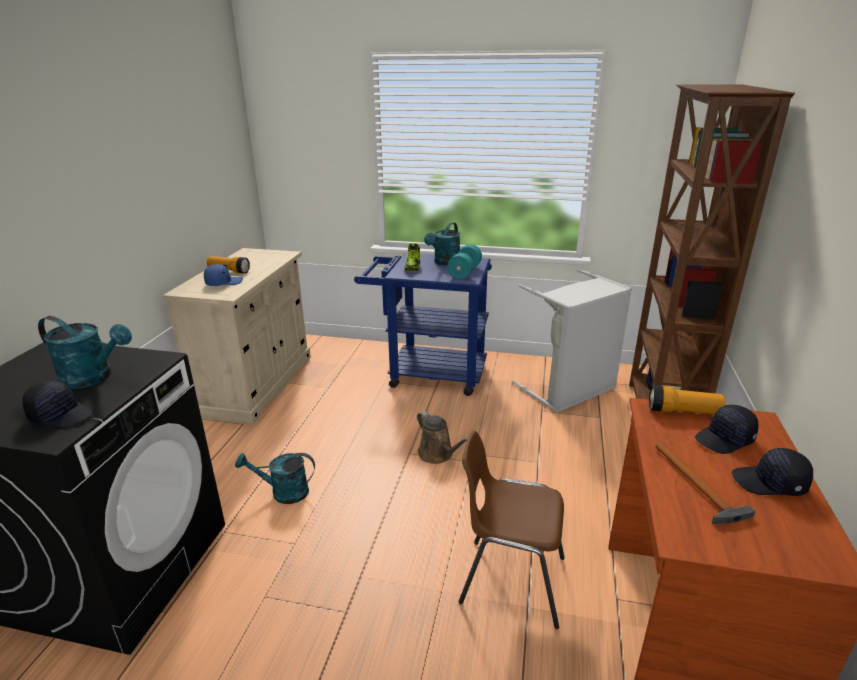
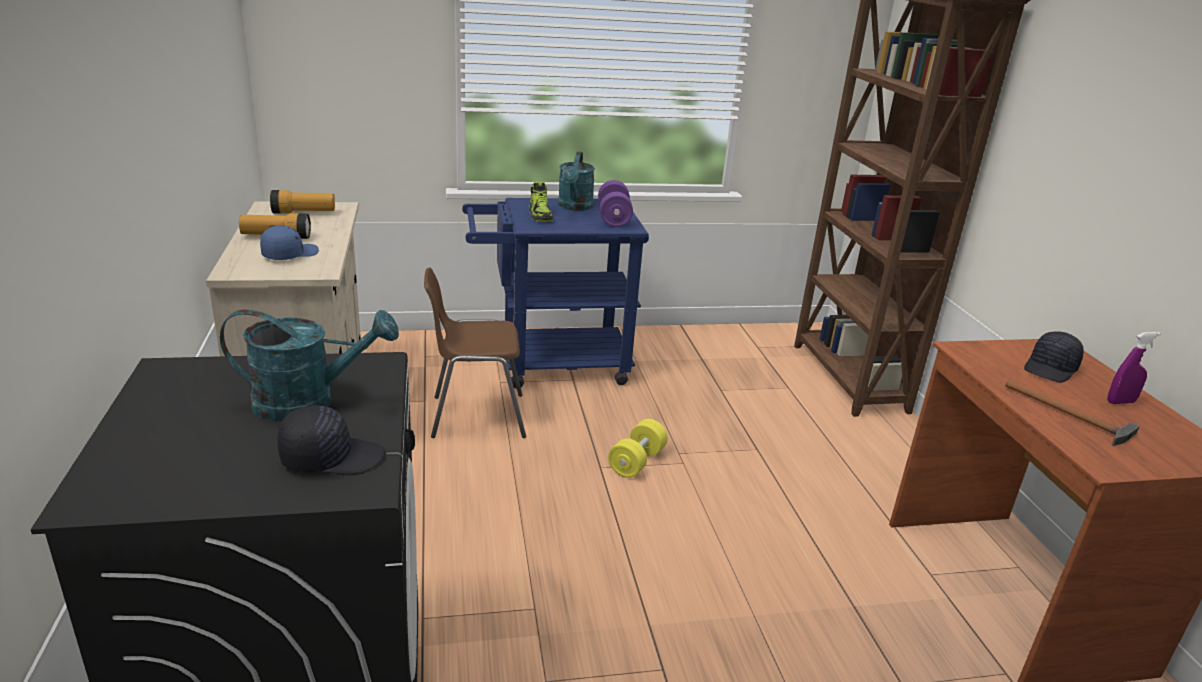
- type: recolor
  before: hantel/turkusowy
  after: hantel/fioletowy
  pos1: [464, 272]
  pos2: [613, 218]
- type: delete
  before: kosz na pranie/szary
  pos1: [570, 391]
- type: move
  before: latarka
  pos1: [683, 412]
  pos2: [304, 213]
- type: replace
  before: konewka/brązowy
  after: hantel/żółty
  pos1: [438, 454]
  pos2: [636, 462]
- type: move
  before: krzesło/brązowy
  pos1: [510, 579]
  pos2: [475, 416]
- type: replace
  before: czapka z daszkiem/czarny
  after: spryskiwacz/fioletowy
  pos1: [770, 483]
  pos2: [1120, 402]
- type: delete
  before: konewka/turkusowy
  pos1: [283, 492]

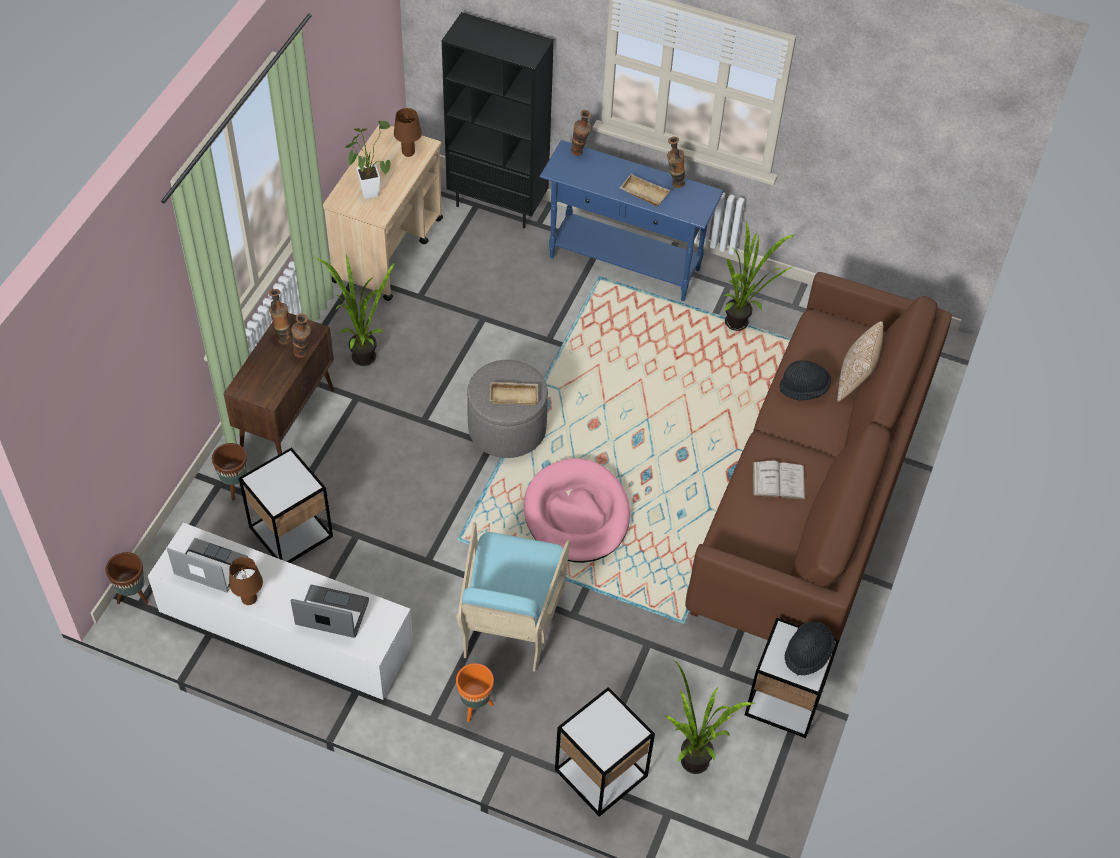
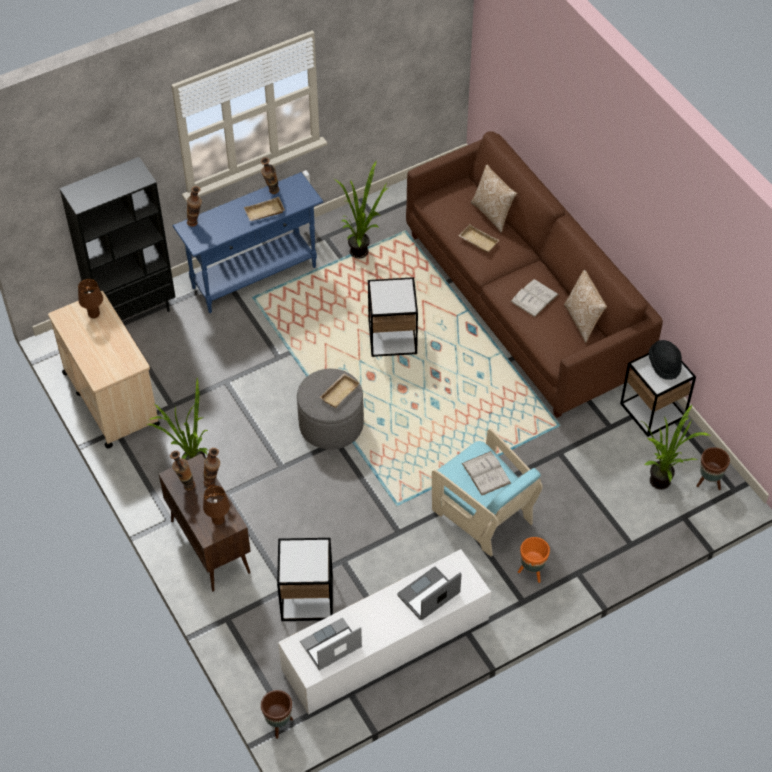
- type: delete
  before: roślina doniczkowa
  pos1: [369, 190]
- type: replace
  before: kapelusz/czarny
  after: taca/beżowy
  pos1: [804, 388]
  pos2: [477, 241]
- type: move
  before: donica/brązowy
  pos1: [235, 487]
  pos2: [708, 483]
- type: delete
  before: legowisko/różowy
  pos1: [576, 514]
- type: move
  before: lampa stołowa/brązowy
  pos1: [249, 599]
  pos2: [218, 520]
- type: move
  before: stolik
  pos1: [601, 773]
  pos2: [392, 338]
- type: insert
  after: poduszka
  pos2: [583, 321]
- type: insert
  after: książka/biały
  pos2: [486, 473]

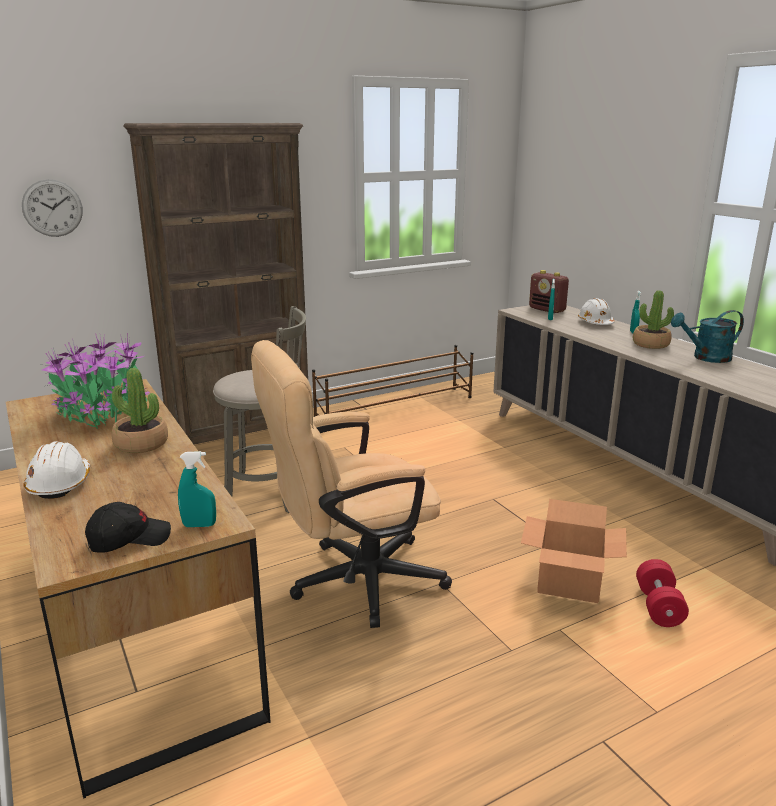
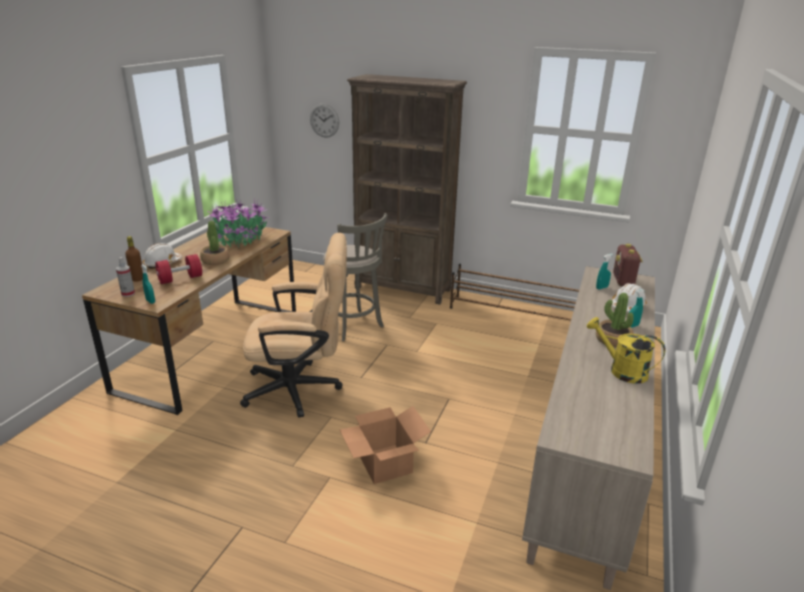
- type: recolor
  before: konewka/turkusowy
  after: konewka/żółty
  pos1: [706, 358]
  pos2: [621, 370]
- type: rotate
  before: krzesło biurowe/beżowy
  pos1: [353, 582]
  pos2: [301, 389]
  turn: 150
- type: replace
  before: czapka z daszkiem/czarny
  after: spryskiwacz
  pos1: [129, 539]
  pos2: [128, 294]
- type: move
  before: hantel/czerwony
  pos1: [658, 606]
  pos2: [180, 279]
- type: insert
  after: butelka/brązowy
  pos2: [137, 279]

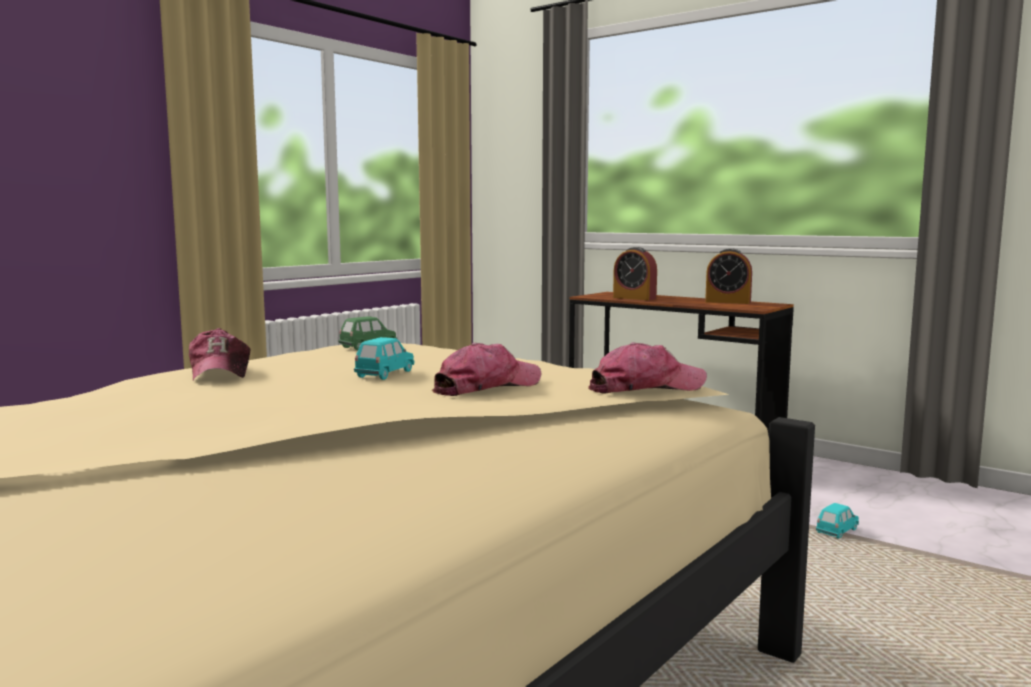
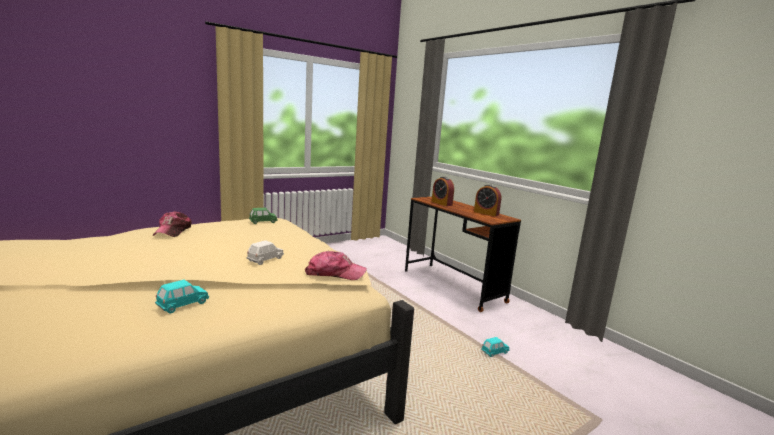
- type: move
  before: samochodzik/turkusowy
  pos1: [385, 374]
  pos2: [183, 305]
- type: replace
  before: czapka z daszkiem
  after: samochodzik/biały
  pos1: [487, 386]
  pos2: [265, 260]

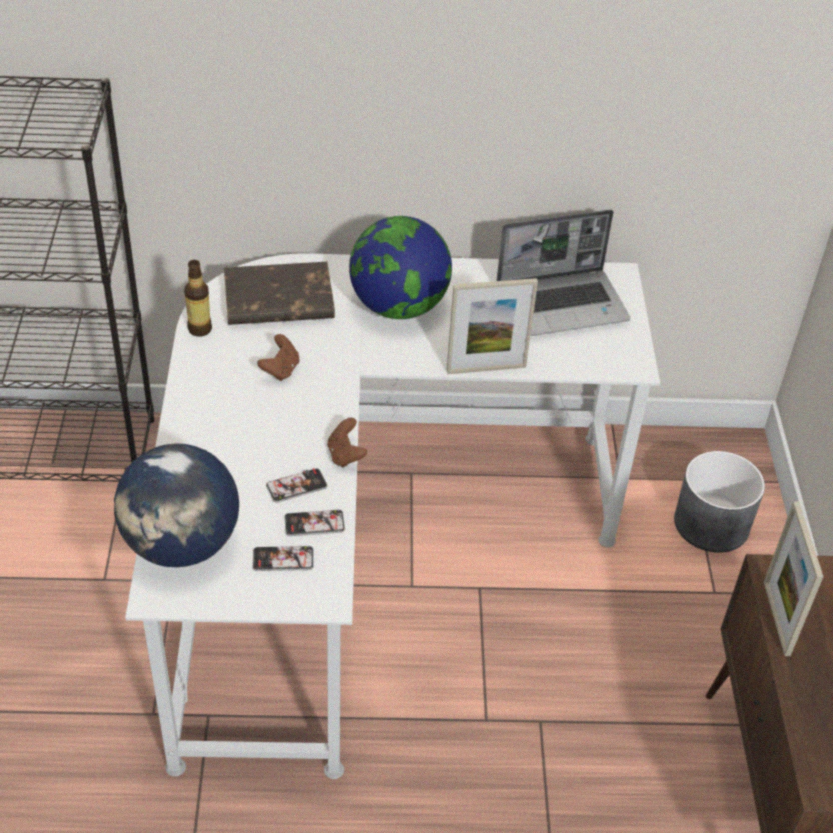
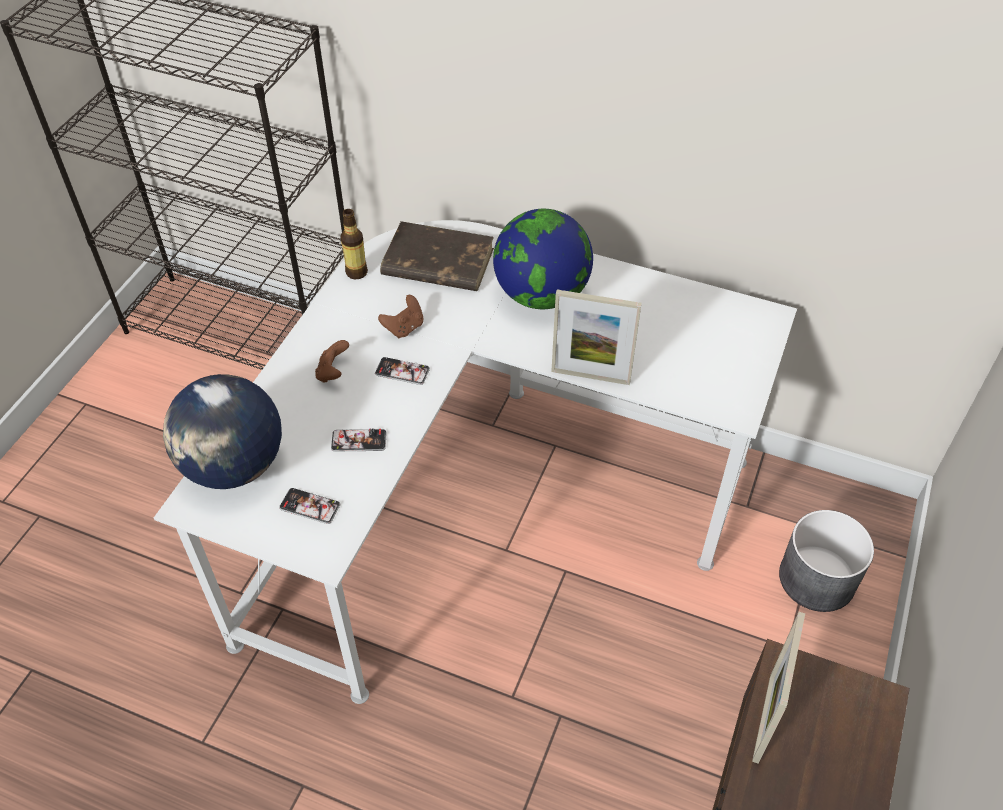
- type: delete
  before: laptop
  pos1: [562, 304]
- type: move
  before: pad do gier/brązowy
  pos1: [345, 455]
  pos2: [333, 372]
- type: move
  before: telefon
  pos1: [314, 524]
  pos2: [402, 371]

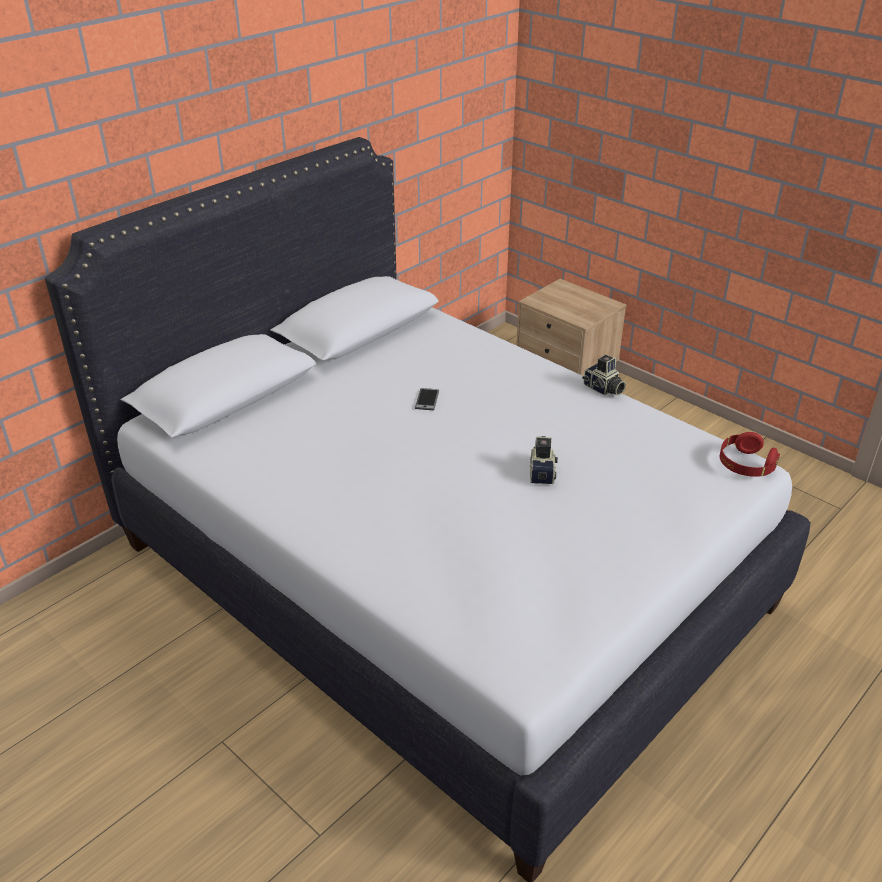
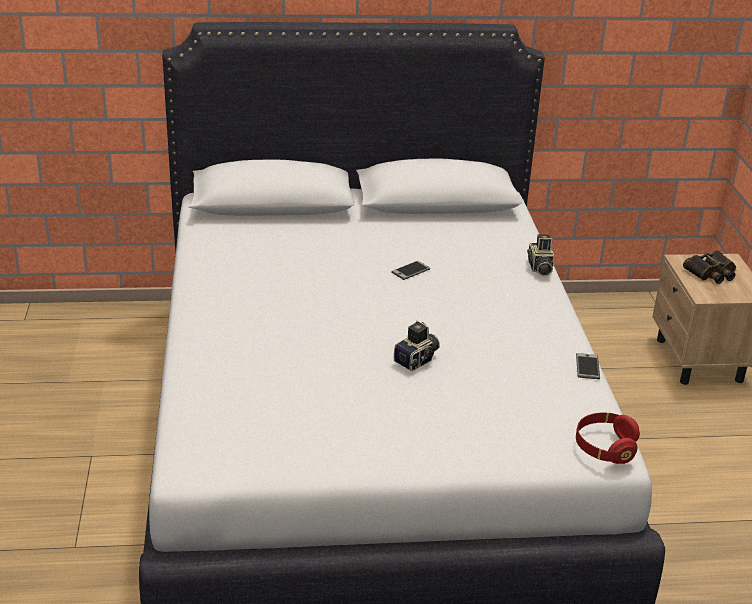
- type: move
  before: aparat fotograficzny
  pos1: [603, 389]
  pos2: [539, 268]
- type: insert
  after: lornetka
  pos2: [711, 273]
- type: insert
  after: telefon
  pos2: [587, 367]

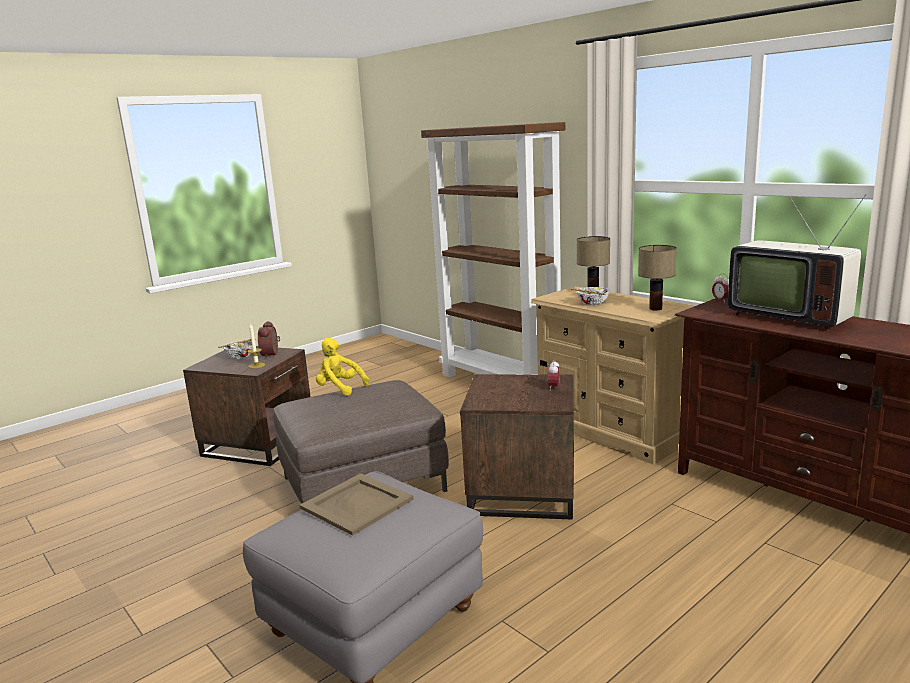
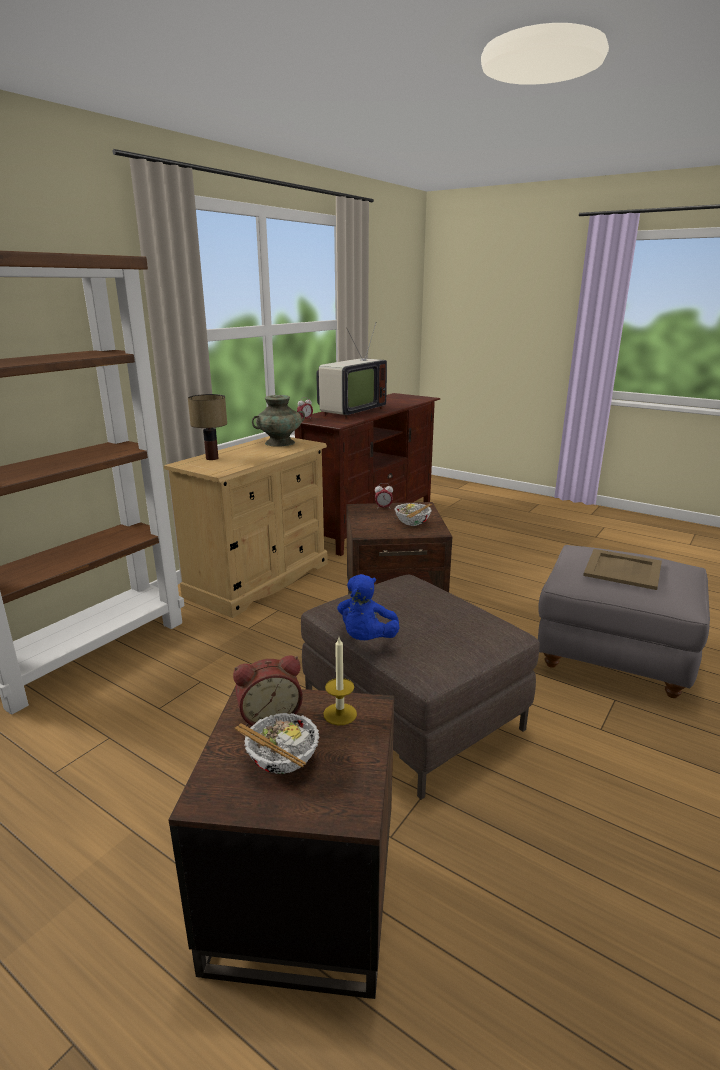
- type: replace
  before: lampa stołowa
  after: wazon/turkusowy
  pos1: [656, 308]
  pos2: [280, 443]
- type: move
  before: miska
  pos1: [592, 304]
  pos2: [412, 523]
- type: recolor
  before: pluszak/żółty
  after: pluszak/niebieski
  pos1: [339, 388]
  pos2: [367, 639]

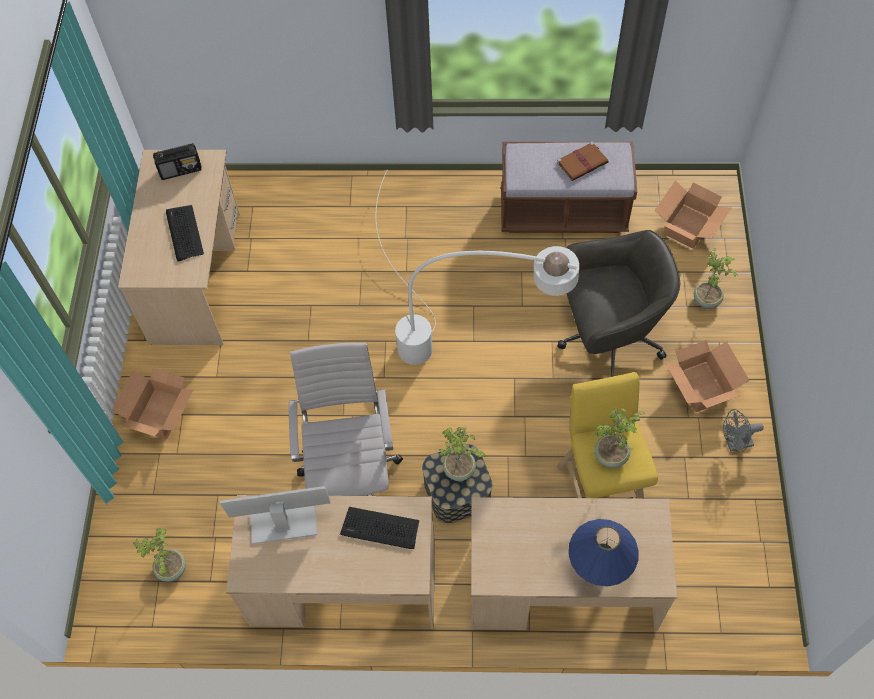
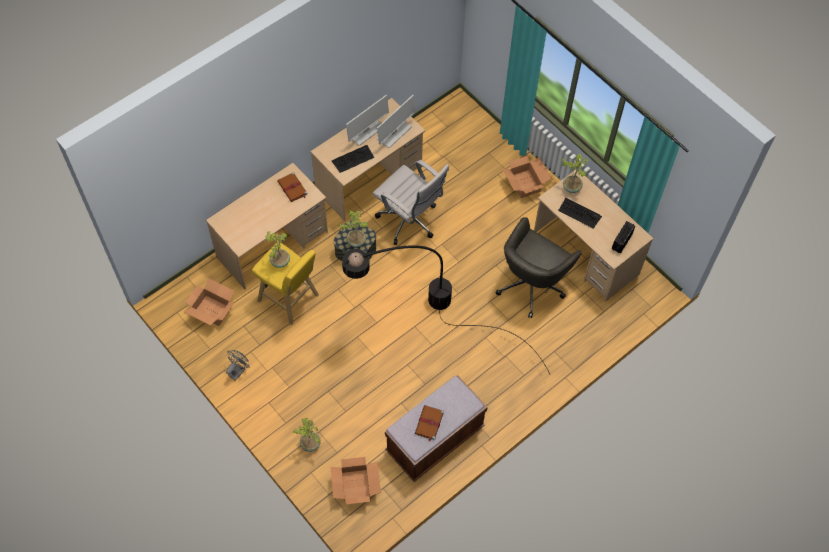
- type: recolor
  before: lampa stojąca/biały
  after: lampa stojąca/czarny
  pos1: [461, 342]
  pos2: [420, 320]
- type: move
  before: krzesło biurowe/szary
  pos1: [608, 338]
  pos2: [531, 284]
- type: move
  before: karton
  pos1: [701, 387]
  pos2: [212, 310]
- type: delete
  before: lampa stołowa/niebieski
  pos1: [597, 569]
- type: move
  before: roślina doniczkowa
  pos1: [171, 569]
  pos2: [572, 187]
- type: insert
  after: monitor
  pos2: [366, 132]
- type: insert
  after: książka/brązowy
  pos2: [293, 188]

